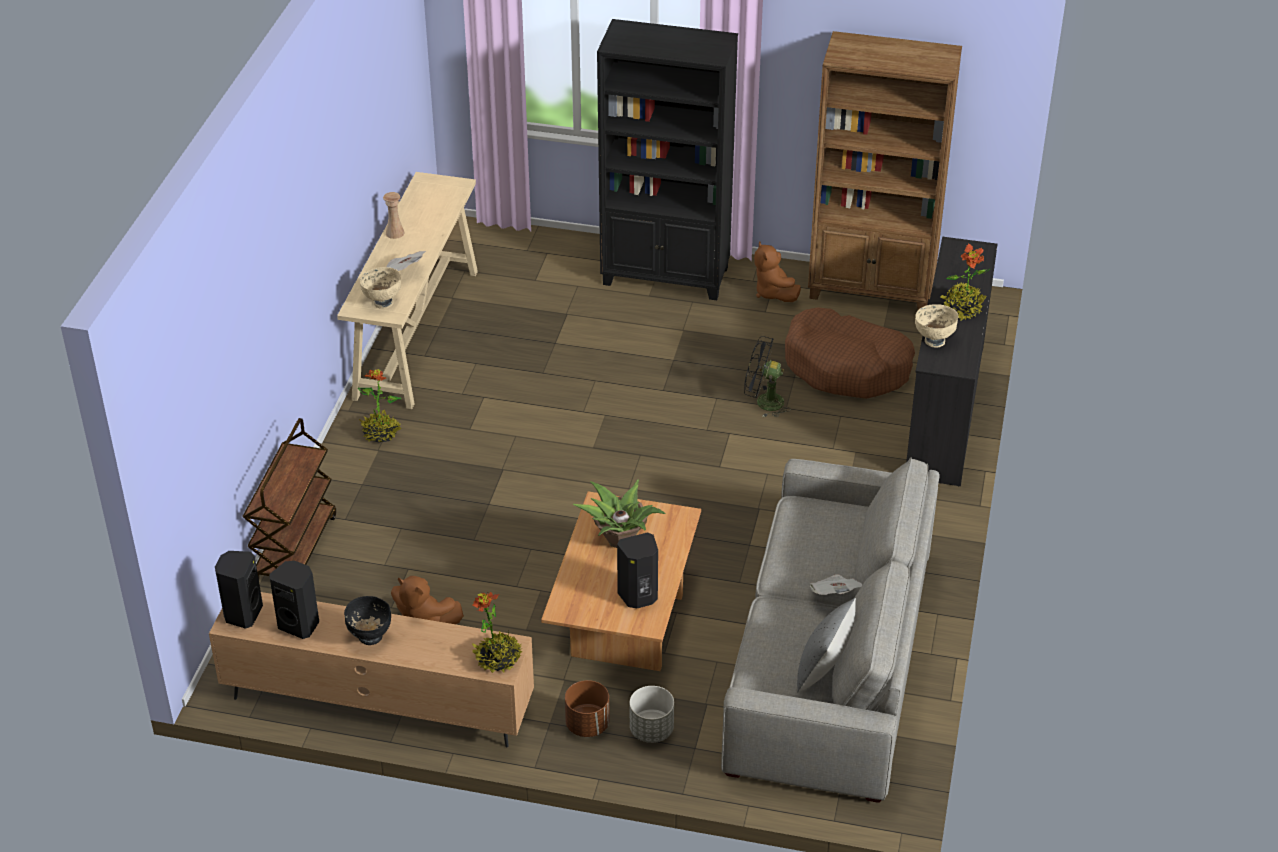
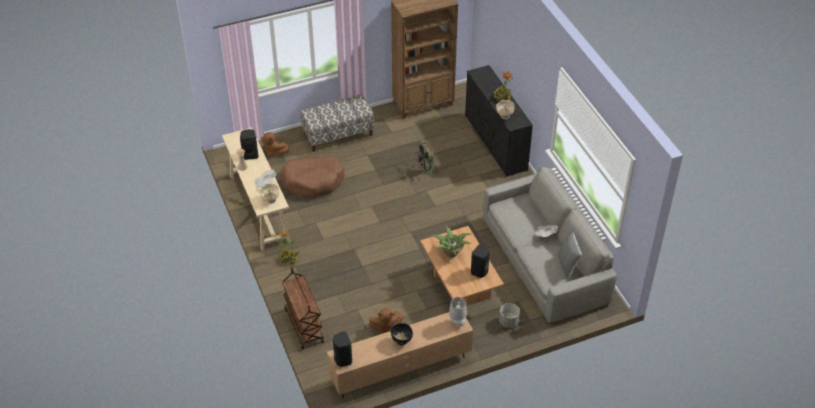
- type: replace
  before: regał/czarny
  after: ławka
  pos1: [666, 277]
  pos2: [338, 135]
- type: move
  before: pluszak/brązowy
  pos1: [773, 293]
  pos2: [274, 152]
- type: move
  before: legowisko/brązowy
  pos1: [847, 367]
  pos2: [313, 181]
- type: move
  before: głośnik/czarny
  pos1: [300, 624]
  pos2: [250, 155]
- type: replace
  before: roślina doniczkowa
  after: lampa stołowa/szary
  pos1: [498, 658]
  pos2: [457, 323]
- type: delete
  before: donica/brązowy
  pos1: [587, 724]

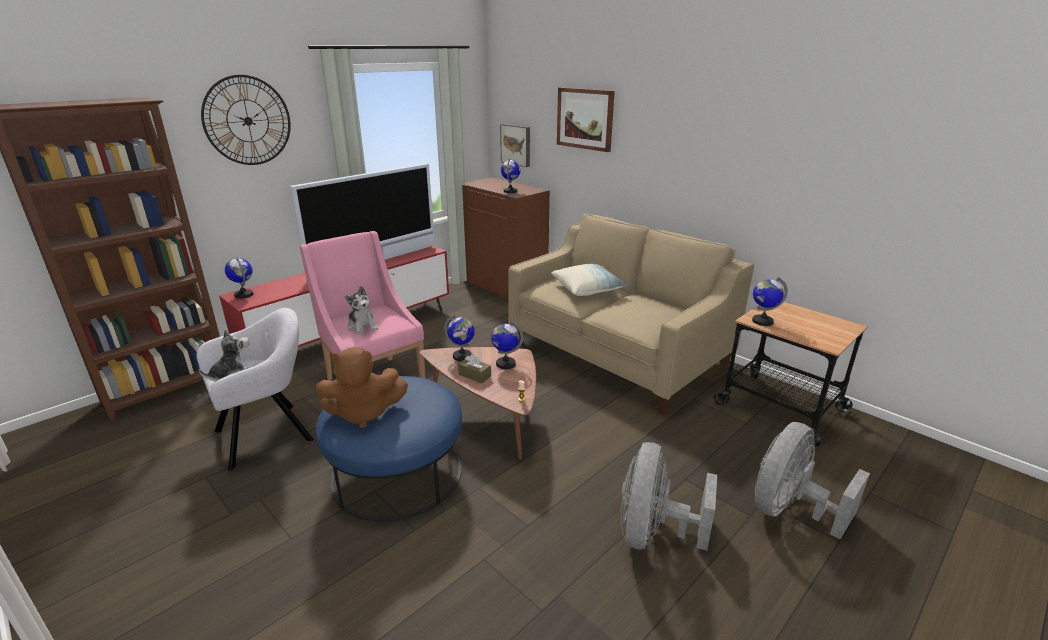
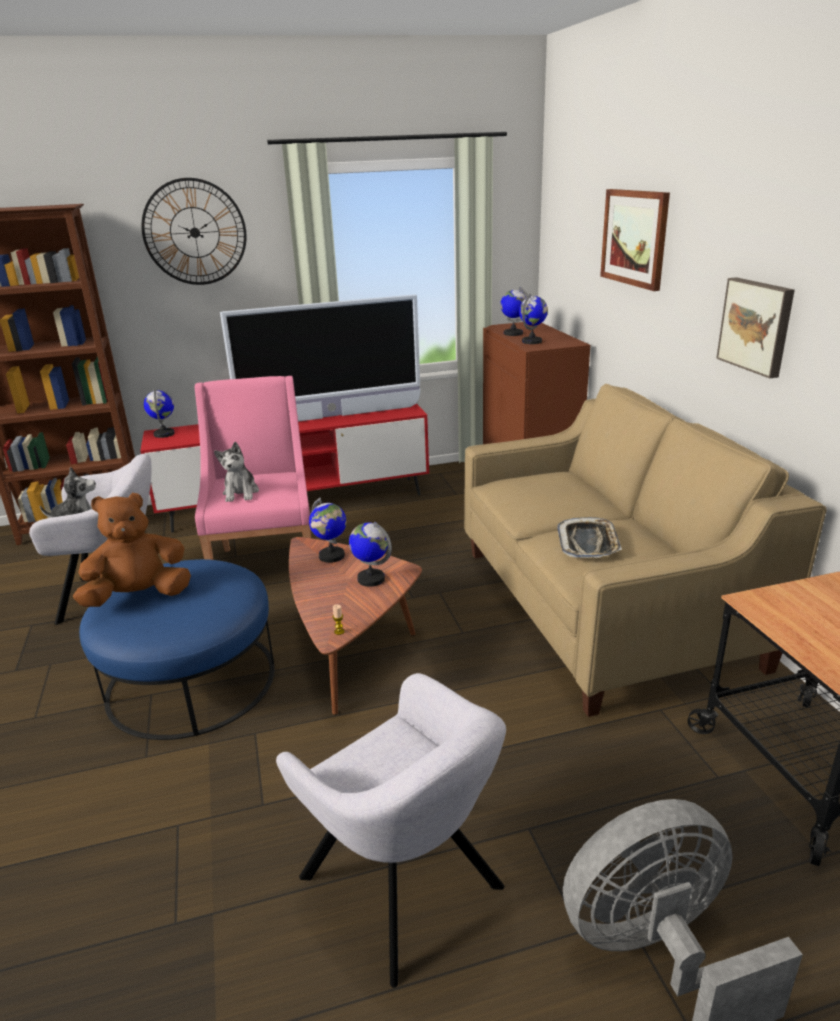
- type: move
  before: obraz
  pos1: [516, 145]
  pos2: [757, 326]
- type: delete
  before: poduszka
  pos1: [588, 289]
- type: move
  before: globus
  pos1: [762, 321]
  pos2: [513, 333]
- type: rotate
  before: pluszak/brązowy
  pos1: [363, 413]
  pos2: [139, 596]
  turn: 135
- type: delete
  before: pudełko chusteczek/brązowy
  pos1: [474, 375]
- type: replace
  before: wentylator/szary
  after: fotel/szary
  pos1: [653, 533]
  pos2: [406, 887]
- type: insert
  after: taca
  pos2: [588, 543]

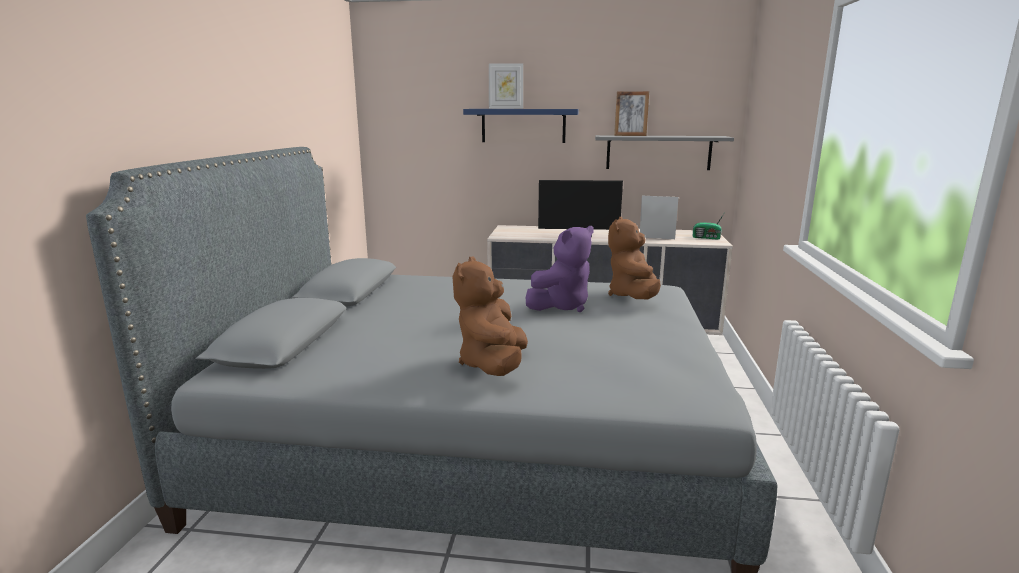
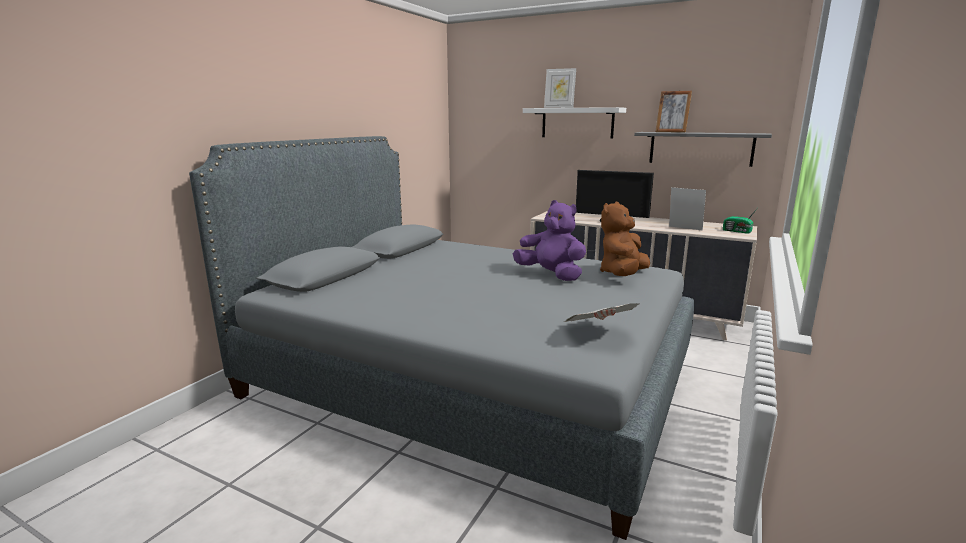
- type: recolor
  before: półka/niebieski
  after: półka/biały
  pos1: [523, 125]
  pos2: [577, 123]
- type: rotate
  before: pluszak/fioletowy
  pos1: [561, 306]
  pos2: [551, 275]
  turn: -120
- type: delete
  before: pluszak/brązowy
  pos1: [493, 365]
- type: insert
  after: gazeta
  pos2: [598, 331]

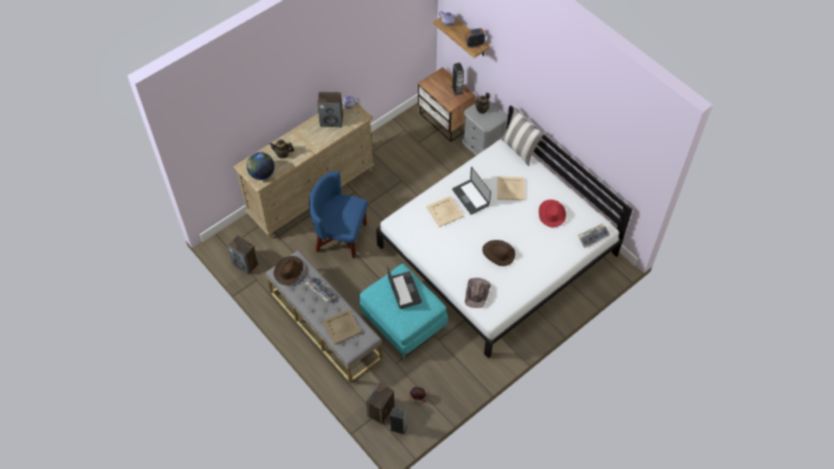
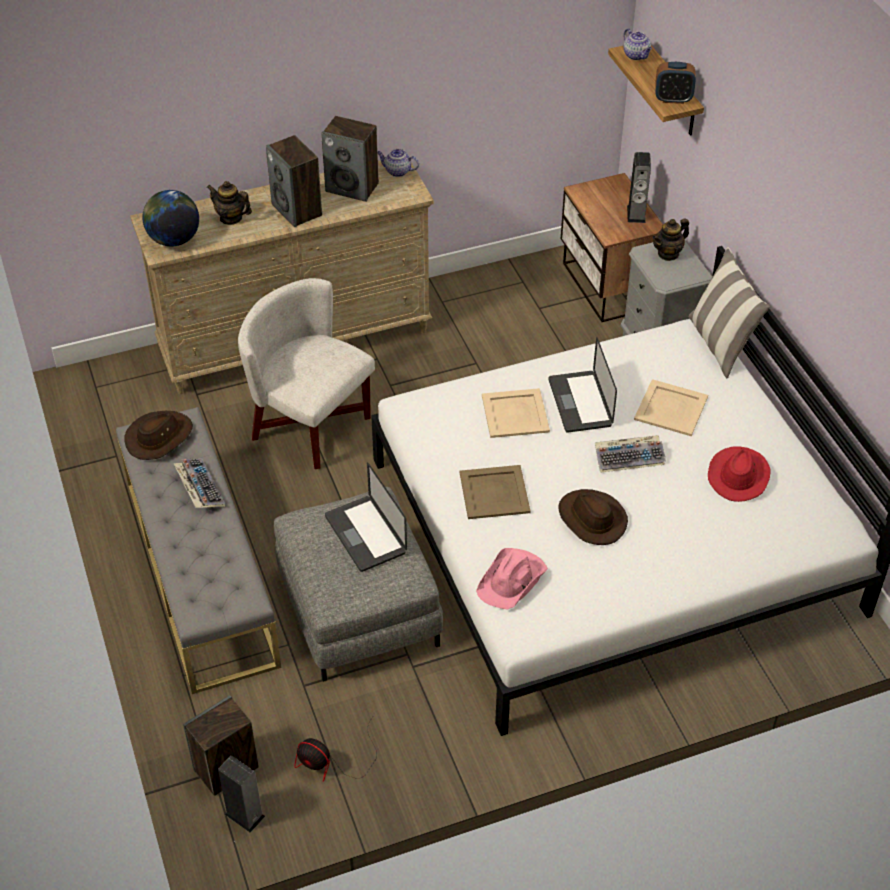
- type: recolor
  before: fotel/niebieski
  after: fotel/biały
  pos1: [340, 236]
  pos2: [311, 426]
- type: move
  before: klawiatura
  pos1: [593, 237]
  pos2: [629, 457]
- type: move
  before: głośnik
  pos1: [246, 264]
  pos2: [297, 210]
- type: recolor
  before: pufa/turkusowy
  after: pufa/szary
  pos1: [404, 320]
  pos2: [360, 608]
- type: rotate
  before: laptop
  pos1: [404, 290]
  pos2: [365, 534]
  turn: 150
- type: recolor
  before: kapelusz/brązowy
  after: kapelusz/różowy
  pos1: [477, 293]
  pos2: [512, 580]
- type: move
  before: taca/beżowy
  pos1: [342, 327]
  pos2: [495, 493]

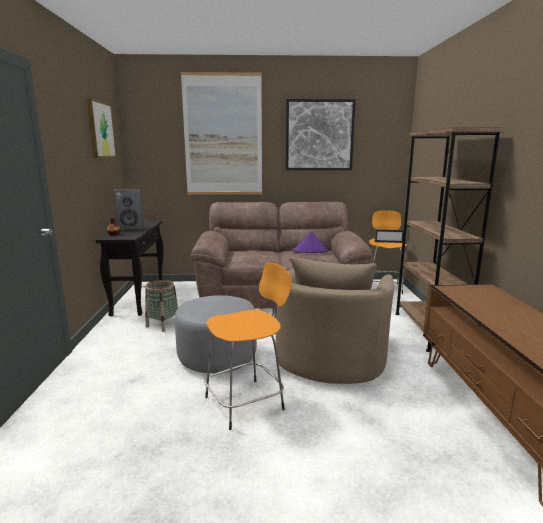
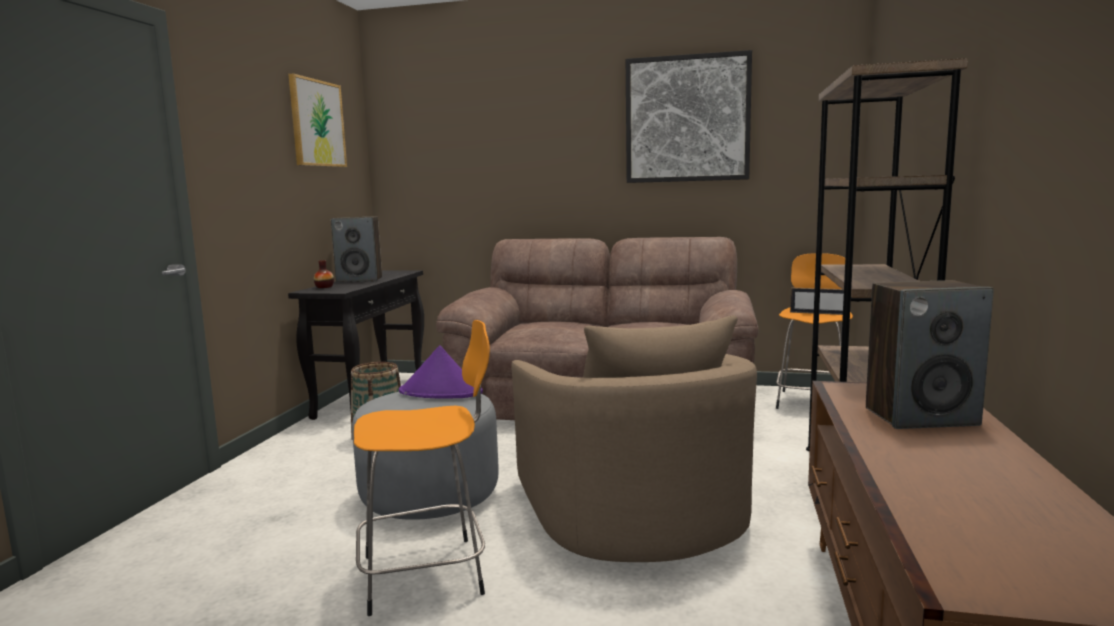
- type: delete
  before: obraz
  pos1: [223, 135]
- type: move
  before: kapelusz/fioletowy
  pos1: [310, 251]
  pos2: [441, 392]
- type: rotate
  before: fotel/beżowy
  pos1: [331, 354]
  pos2: [632, 509]
  turn: -45
- type: insert
  after: głośnik
  pos2: [921, 417]

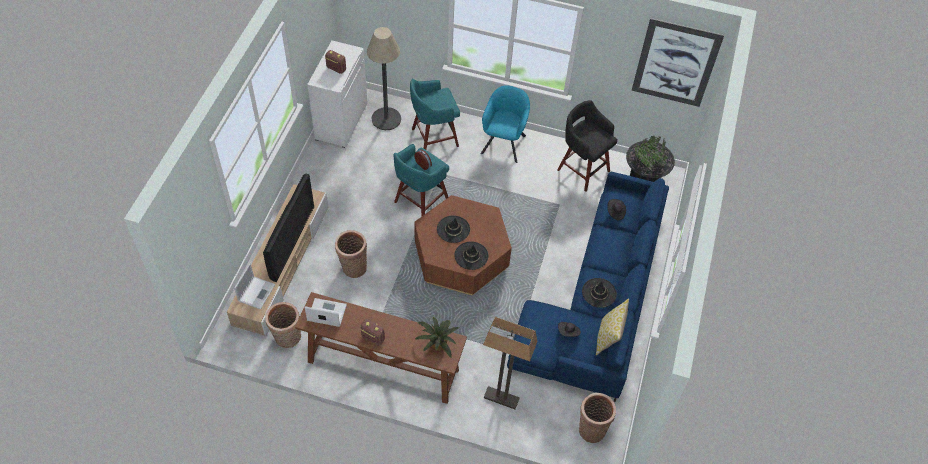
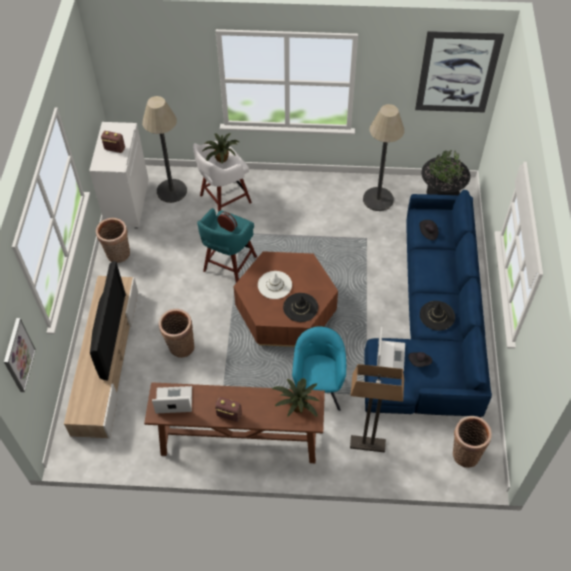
- type: recolor
  before: stołek/turkusowy
  after: stołek/biały
  pos1: [433, 138]
  pos2: [224, 199]
- type: move
  before: fotel/turkusowy
  pos1: [504, 143]
  pos2: [318, 387]
- type: replace
  before: stołek/czarny
  after: lampa stojąca
  pos1: [582, 169]
  pos2: [378, 199]
- type: recolor
  before: kapelusz/czarny
  after: kapelusz/biały
  pos1: [453, 229]
  pos2: [274, 285]
- type: move
  before: laptop
  pos1: [257, 292]
  pos2: [390, 355]
- type: delete
  before: poduszka
  pos1: [608, 337]
- type: move
  before: koszyk
  pos1: [287, 338]
  pos2: [118, 255]
- type: insert
  after: roślina doniczkowa
  pos2: [221, 159]
- type: insert
  after: obraz
  pos2: [18, 355]

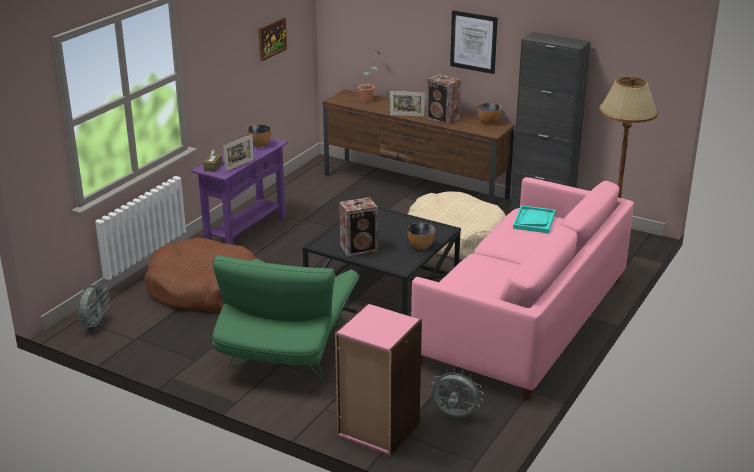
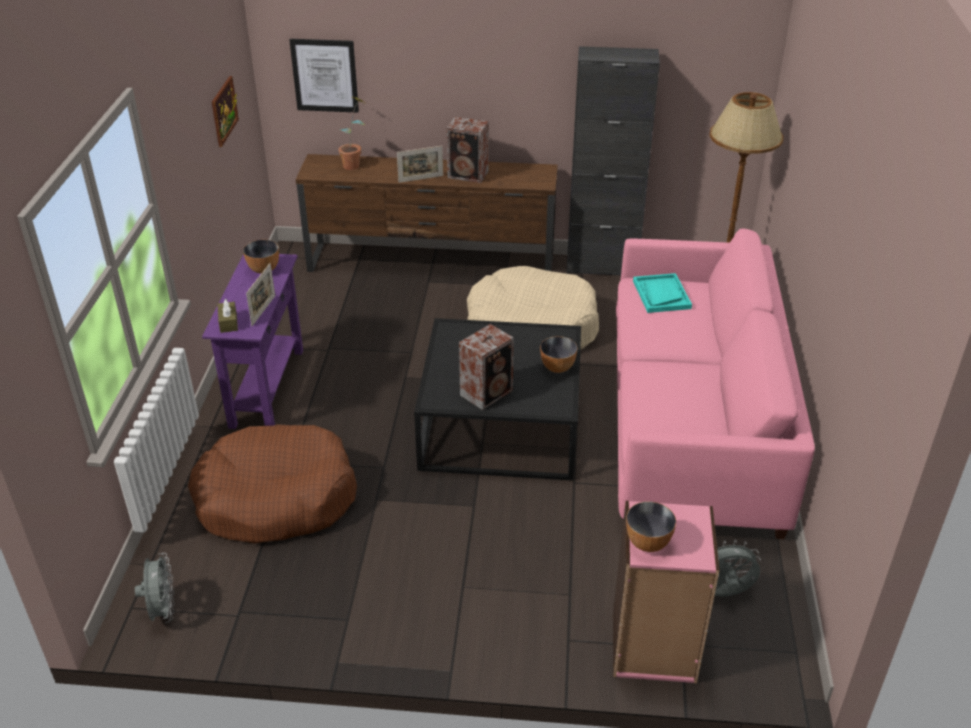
- type: move
  before: obraz
  pos1: [473, 41]
  pos2: [325, 75]
- type: move
  before: miska
  pos1: [489, 123]
  pos2: [648, 543]
- type: delete
  before: fotel/zielony
  pos1: [287, 351]

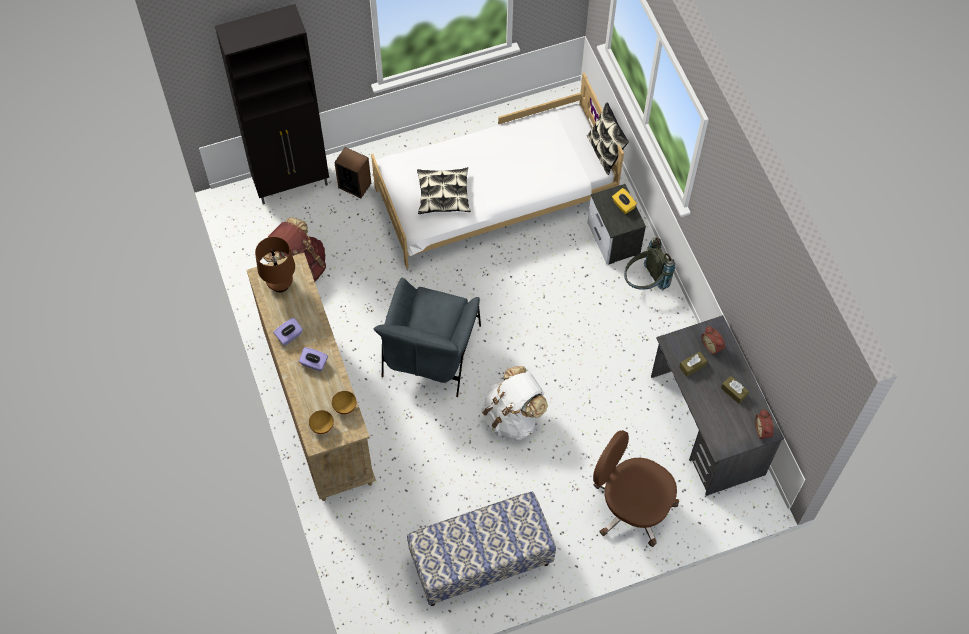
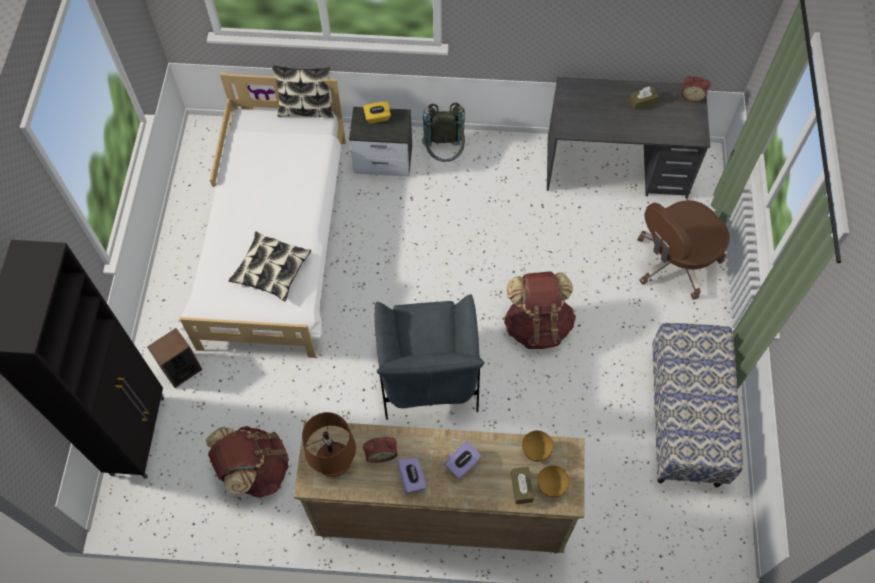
- type: rotate
  before: fotel/szary
  pos1: [431, 352]
  pos2: [428, 372]
  turn: 45
- type: move
  before: budzik
  pos1: [712, 345]
  pos2: [381, 452]
- type: move
  before: pudełko chusteczek/brązowy
  pos1: [692, 366]
  pos2: [521, 487]
- type: recolor
  before: plecak/biały
  after: plecak/brązowy
  pos1: [512, 417]
  pos2: [537, 325]

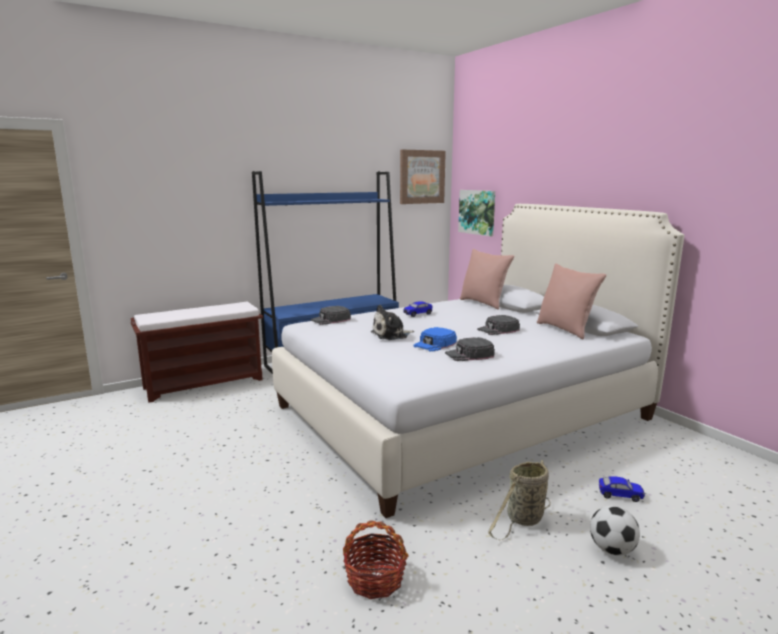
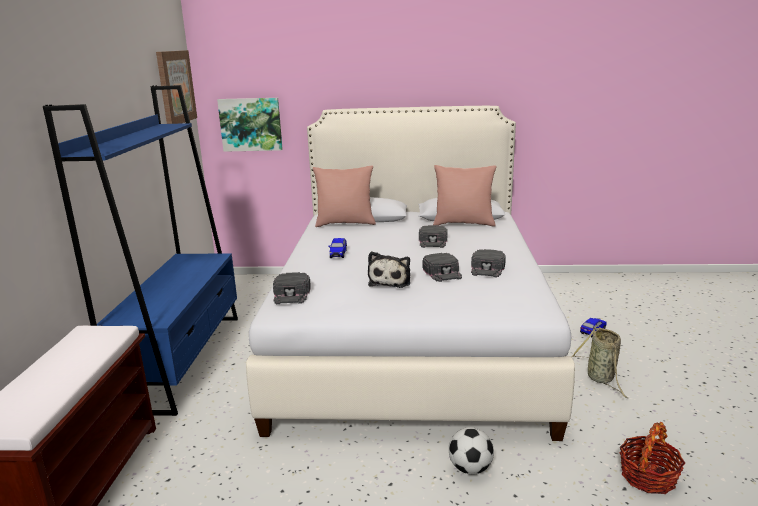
- type: recolor
  before: czapka z daszkiem/niebieski
  after: czapka z daszkiem/czarny
  pos1: [435, 344]
  pos2: [442, 272]
- type: move
  before: piłka futbolowa
  pos1: [612, 549]
  pos2: [470, 468]

